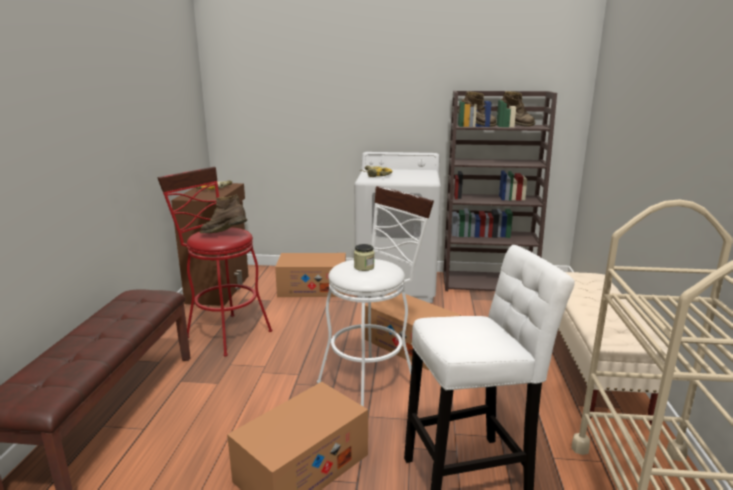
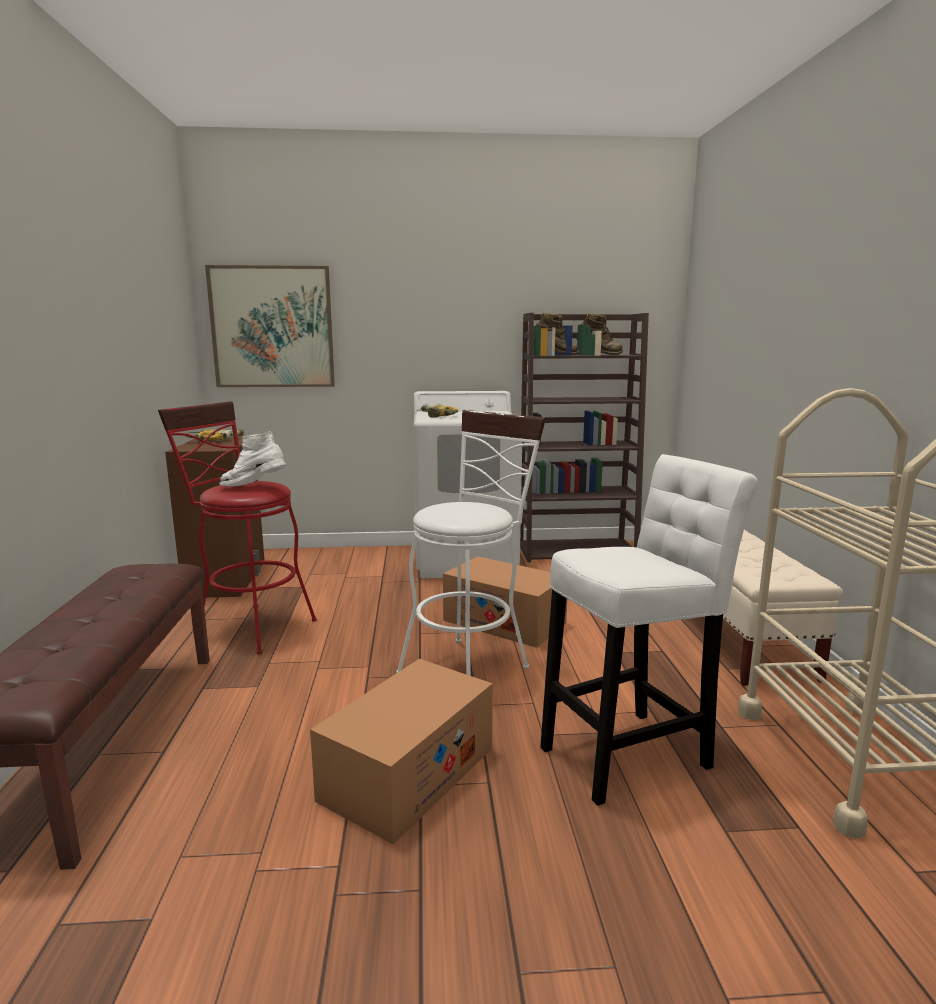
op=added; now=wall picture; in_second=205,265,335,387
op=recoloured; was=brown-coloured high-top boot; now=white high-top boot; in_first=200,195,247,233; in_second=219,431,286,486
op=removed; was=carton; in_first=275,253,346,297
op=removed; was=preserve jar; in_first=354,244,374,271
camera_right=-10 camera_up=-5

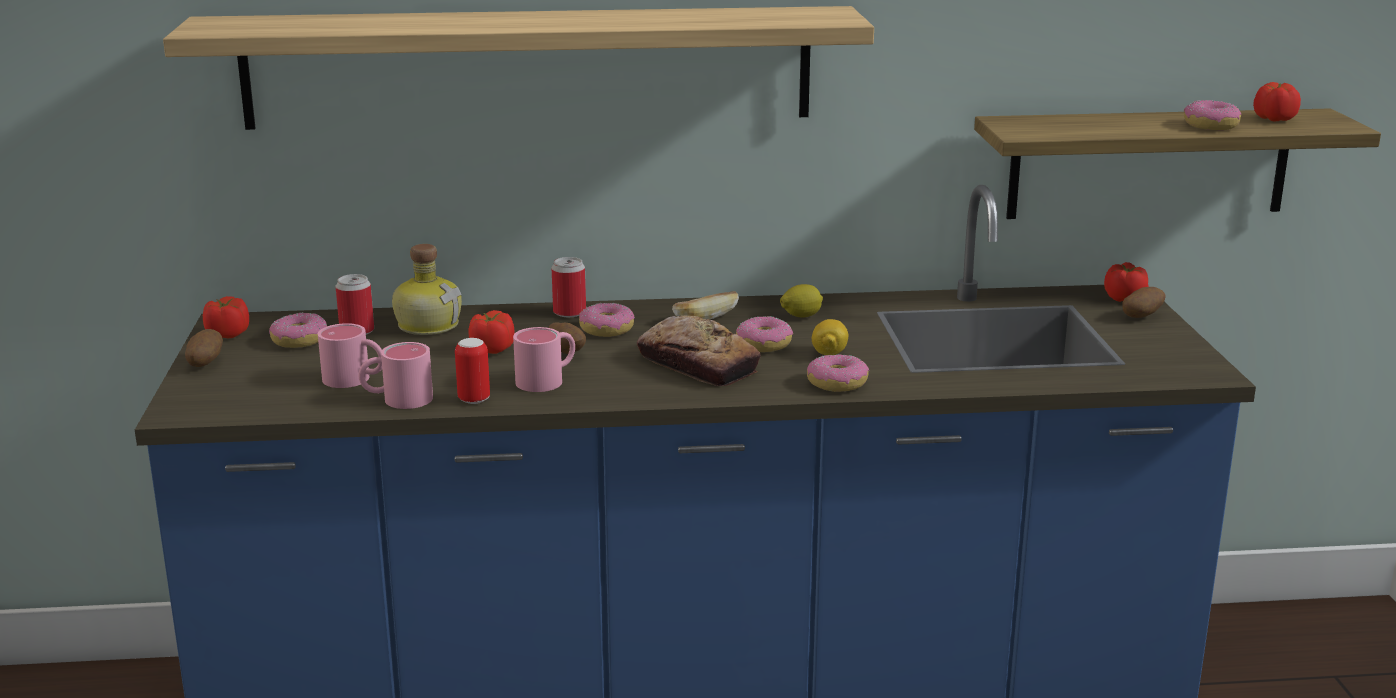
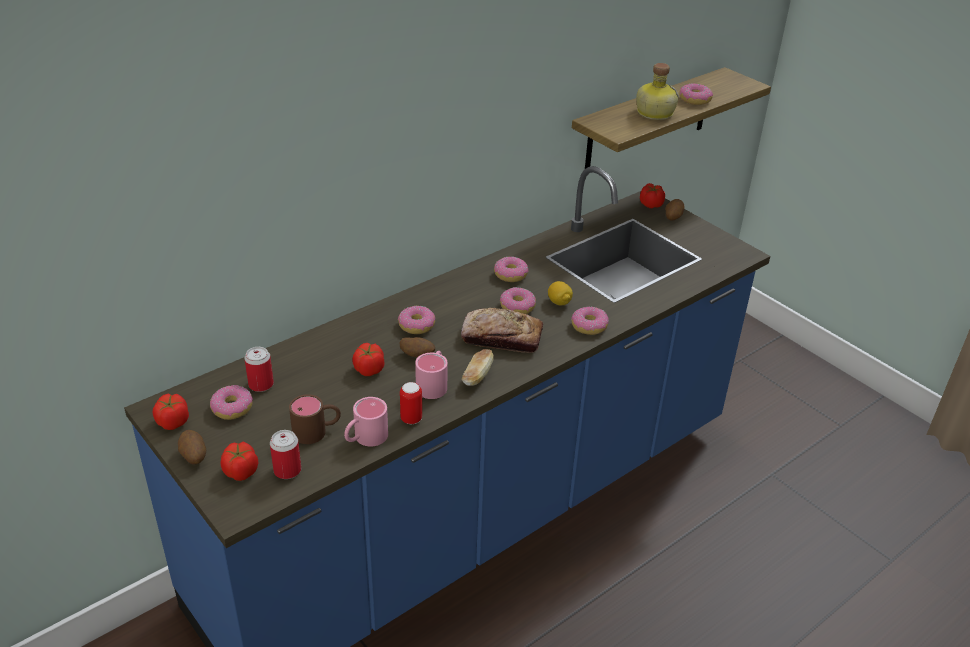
op=moved; was=whole tomato; in_first=1253,82,1301,121; in_second=220,442,258,481
op=moved; was=sealed can; in_first=552,257,586,317; in_second=270,430,301,479
op=recoloured; was=pinkish tea mug; now=brown-coloured tea mug; in_first=318,323,382,388; in_second=289,394,341,444
op=moved; was=bread; in_first=672,291,739,319; in_second=462,349,494,386
op=replaced; was=lemon; now=ring doughnut; in_first=780,284,823,318; in_second=494,256,528,282
op=moved; was=beverage bottle; in_first=392,244,462,335; in_second=636,63,679,120
op=removed; was=wall shelf; in_first=163,6,874,130
camera_right=-35 camera_up=15

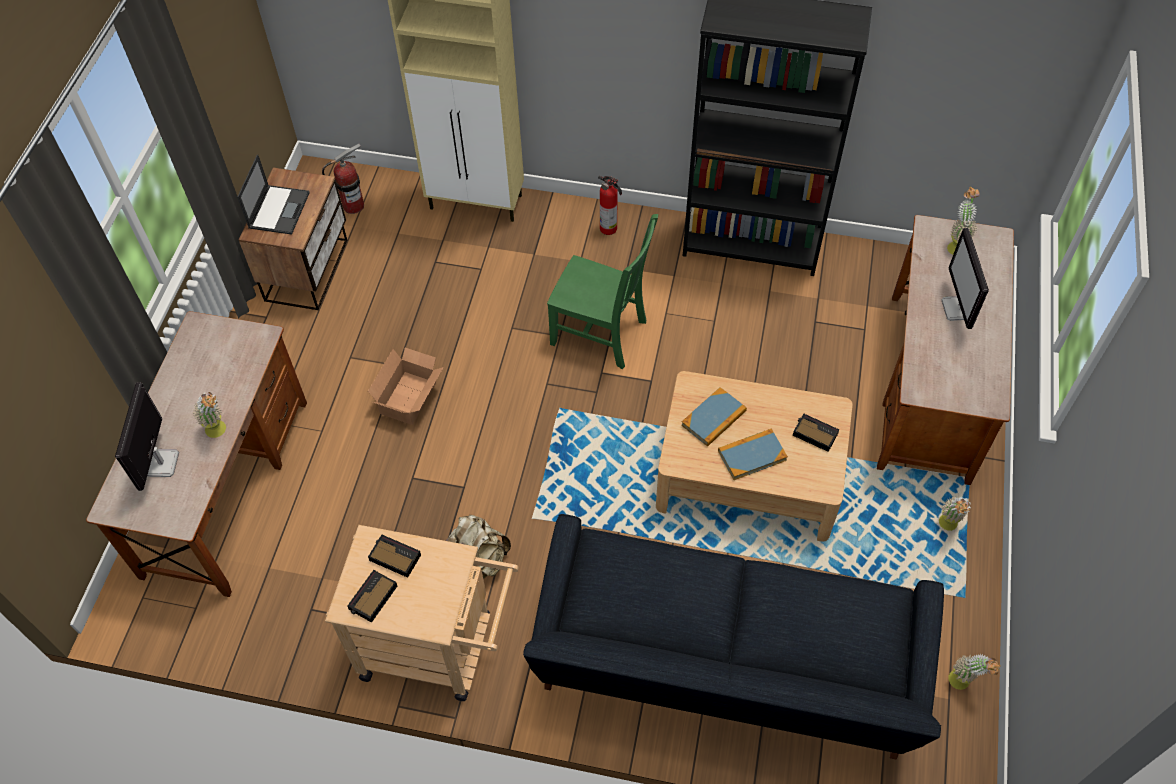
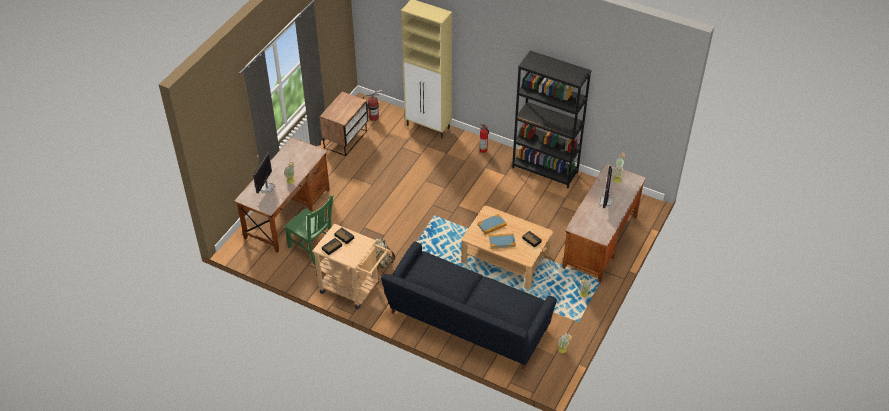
op=moved; was=green-coloured chair; in_first=547,214,658,369; in_second=285,195,333,265
op=removed; was=laptop; in_first=237,154,310,235
op=removed; was=carton; in_first=368,348,443,425
camera_right=15 camera_up=-10

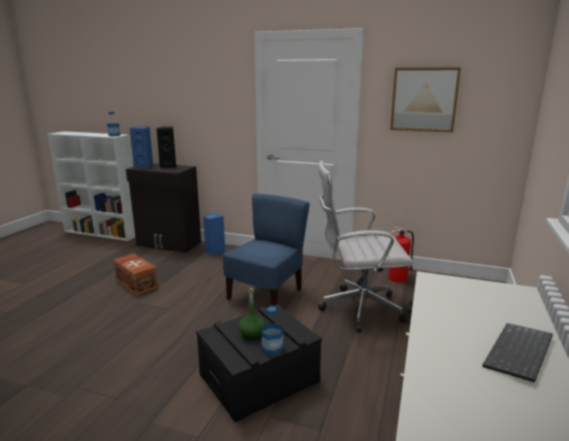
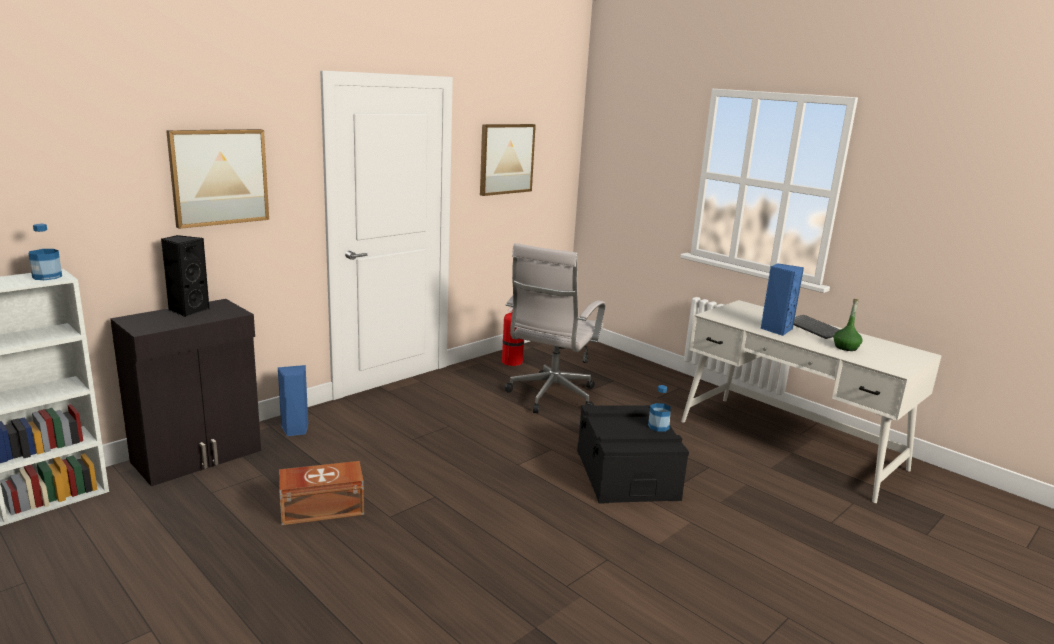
op=added; now=wall picture; in_second=166,129,269,229
op=moved; was=blue-coloured audio speaker; in_first=130,126,153,168; in_second=761,263,804,336
op=moved; was=green-coloured beverage bottle; in_first=239,288,265,340; in_second=833,299,863,351
op=removed; was=blue-coloured chair; in_first=223,194,310,306
camera_right=-65 camera_up=0

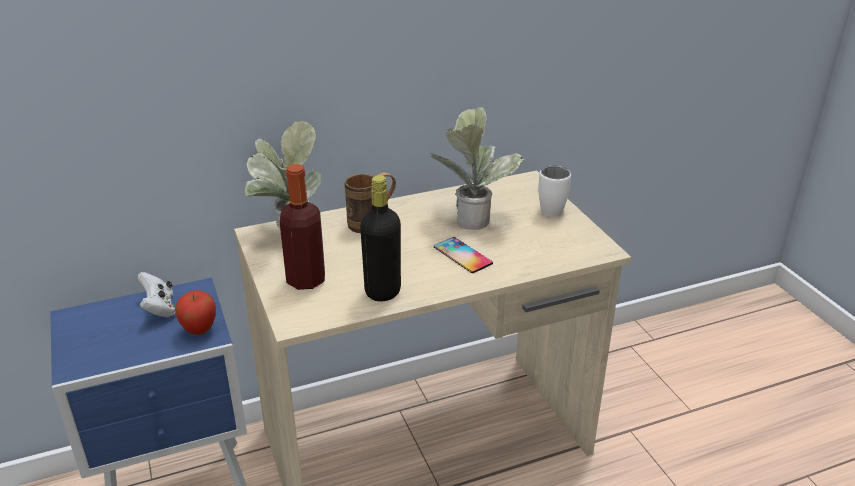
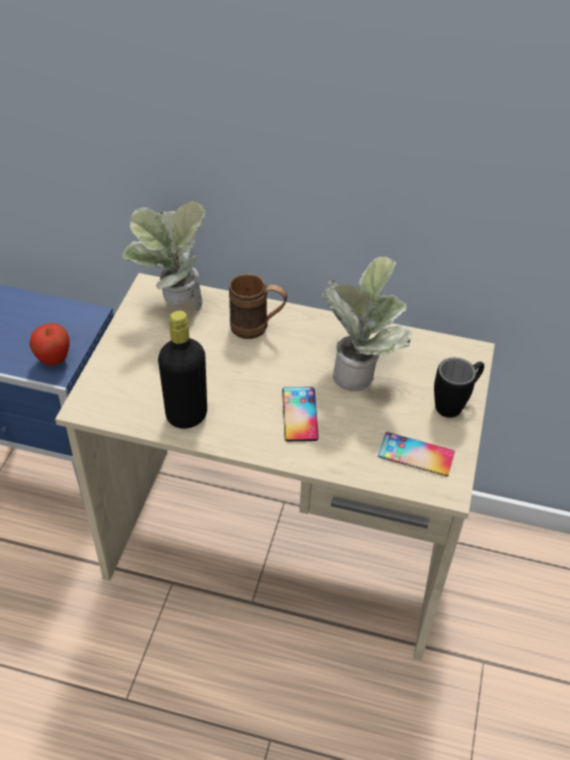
op=added; now=phone; in_second=378,432,455,476
op=recoloured; was=white tea mug; now=black tea mug; in_first=538,166,571,217; in_second=434,358,484,418
op=removed; was=white game controller; in_first=138,272,175,318
op=removed; was=beverage bottle; in_first=280,164,325,290
camera_right=35 camera_up=15

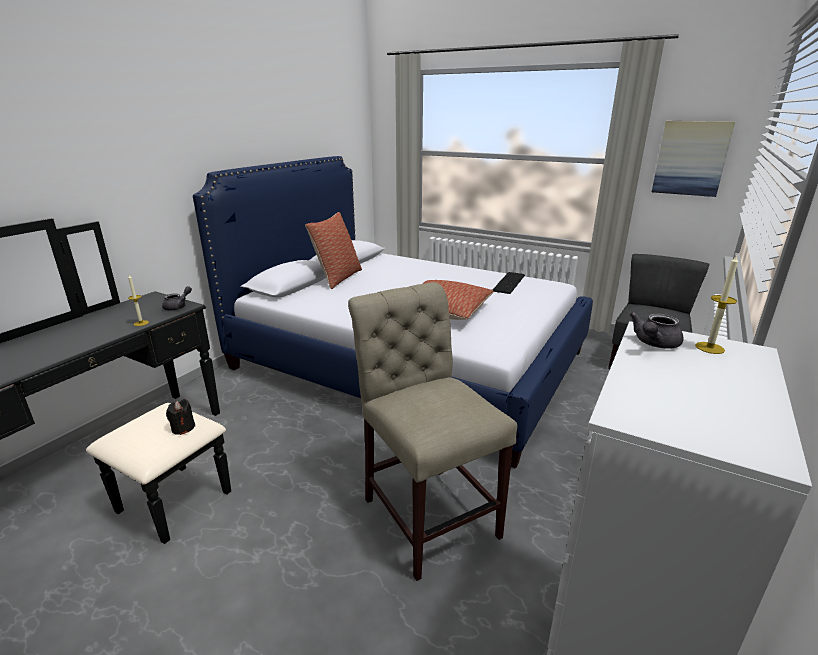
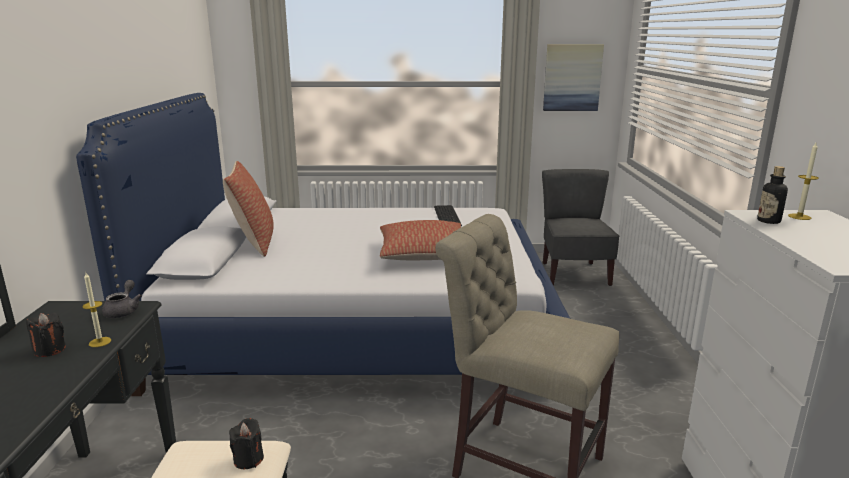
op=added; now=black wax light; in_second=26,312,66,357
op=replaced; was=grey pot for tea; now=beverage bottle; in_first=630,312,684,349; in_second=757,166,788,224
camera_right=-30 camera_up=-5

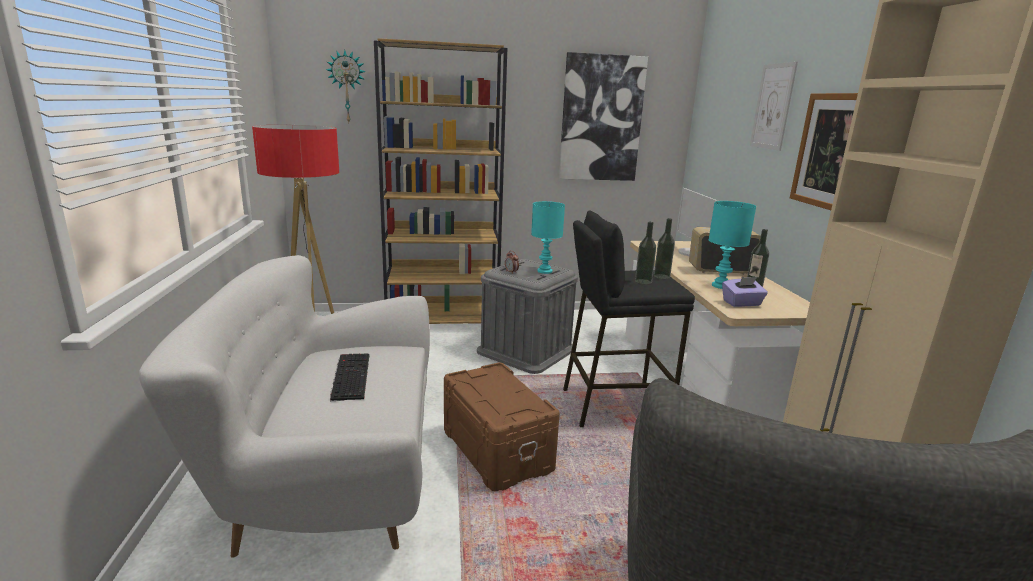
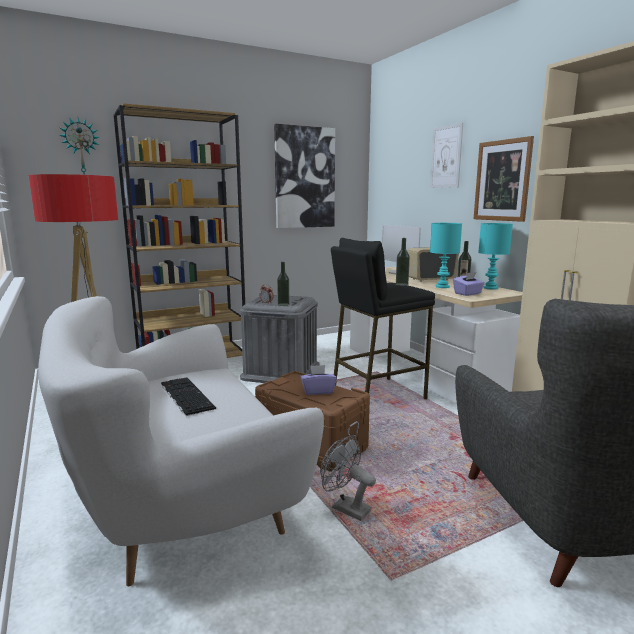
op=moved; was=beverage bottle; in_first=635,222,656,285; in_second=277,262,290,306
op=added; now=purplish tissue holder; in_second=300,365,337,395
op=added; now=grey fan; in_second=320,435,376,521
op=moved; was=blue-green table lamp; in_first=531,201,565,274; in_second=478,223,513,290
camera_right=-20 camera_up=-5

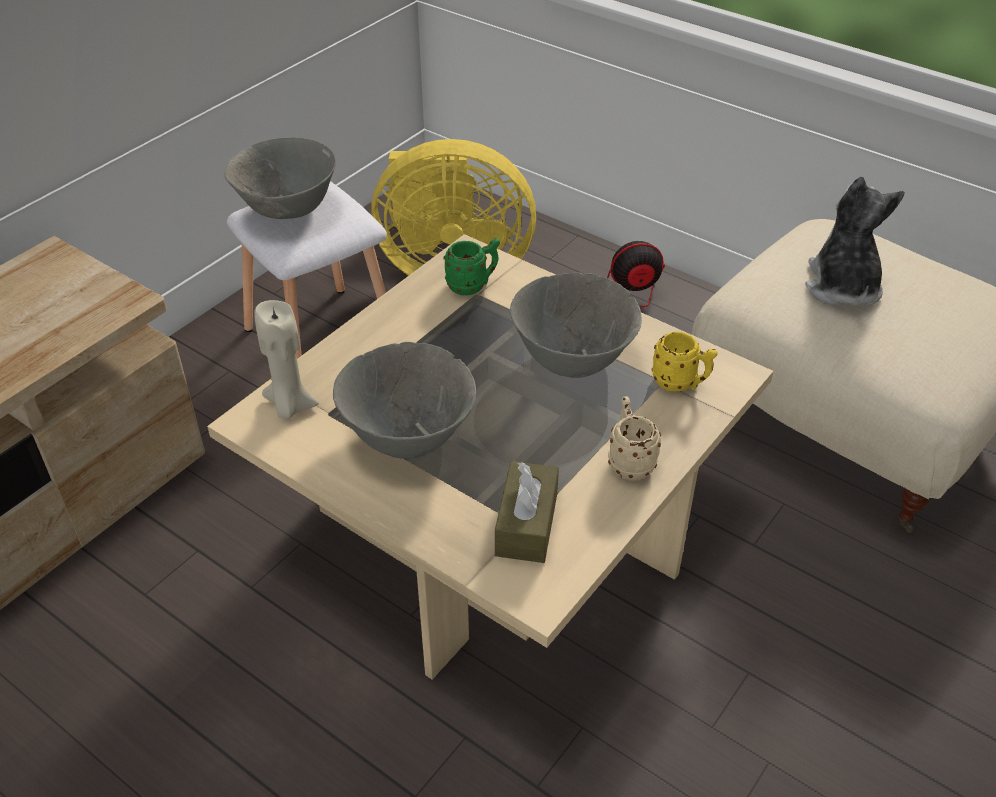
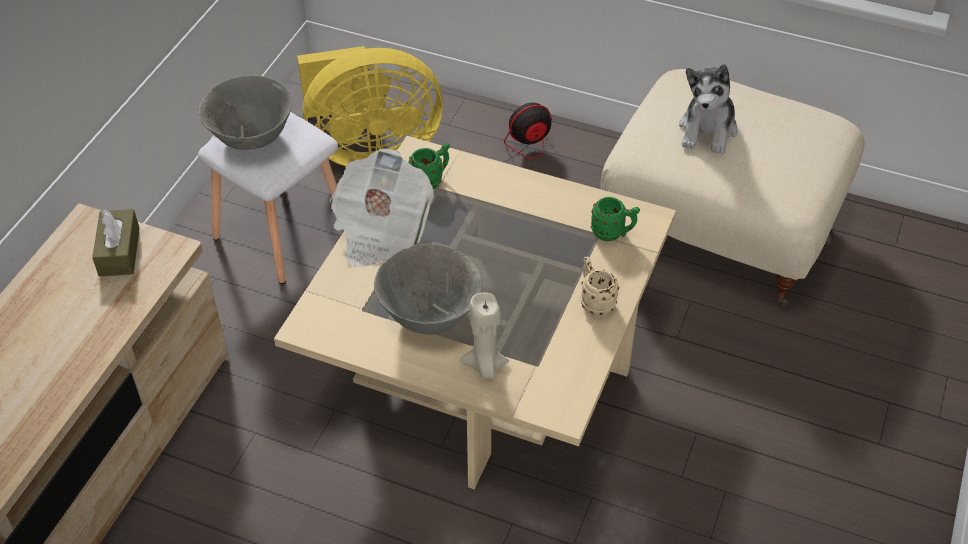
op=moved; was=brown-coloured tissue holder; in_first=495,461,559,563; in_second=92,209,139,277
op=added; now=newspaper; in_second=330,149,434,267
op=moved; was=sand-coloured wax light; in_first=254,300,319,419; in_second=461,293,509,379
op=recoloured; was=yellow-coloured tea mug; now=green-coloured tea mug; in_first=652,331,718,392; in_second=591,197,640,241
op=turned; was=plush toy; in_first=805,176,905,305; in_second=679,64,737,155; clockwise=-150
op=removed; was=grey deep dish; in_first=510,273,642,378
camera_right=-15 camera_up=5

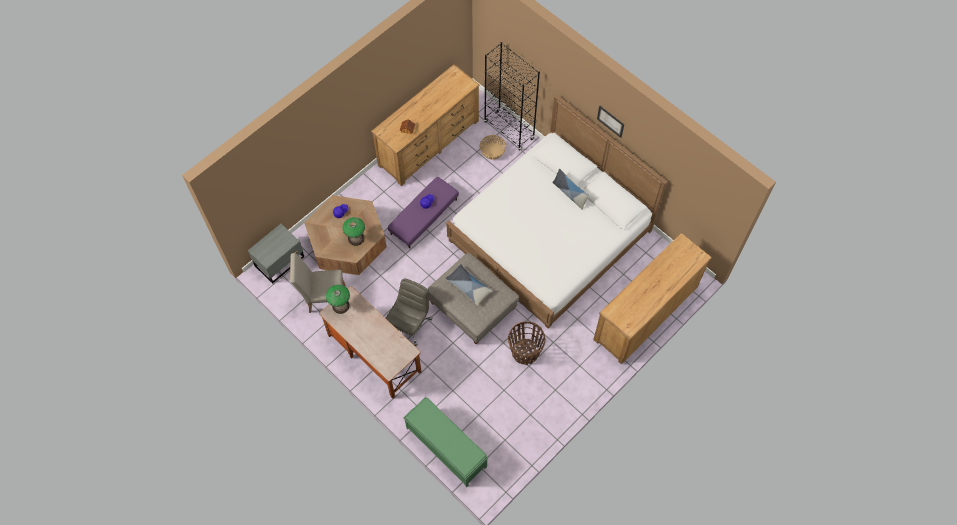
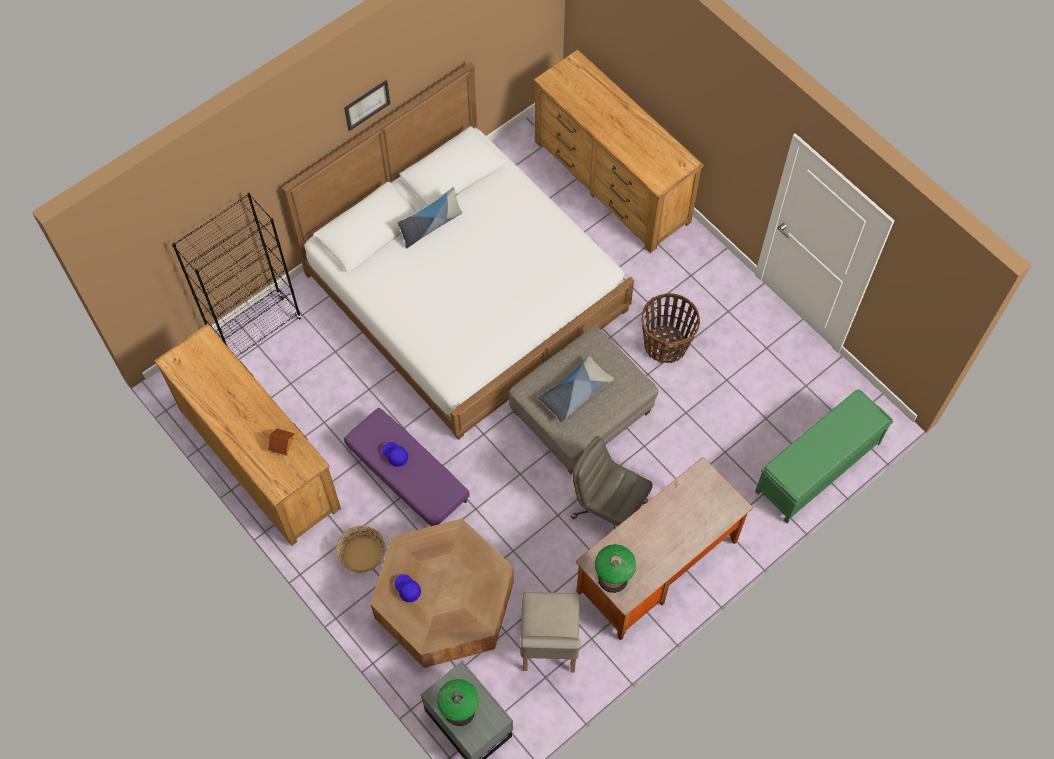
op=moved; was=household basket; in_first=480,135,506,160; in_second=336,525,385,573
op=moved; was=table lamp; in_first=342,217,365,246; in_second=437,679,479,726
camera_right=-85 camera_up=0

